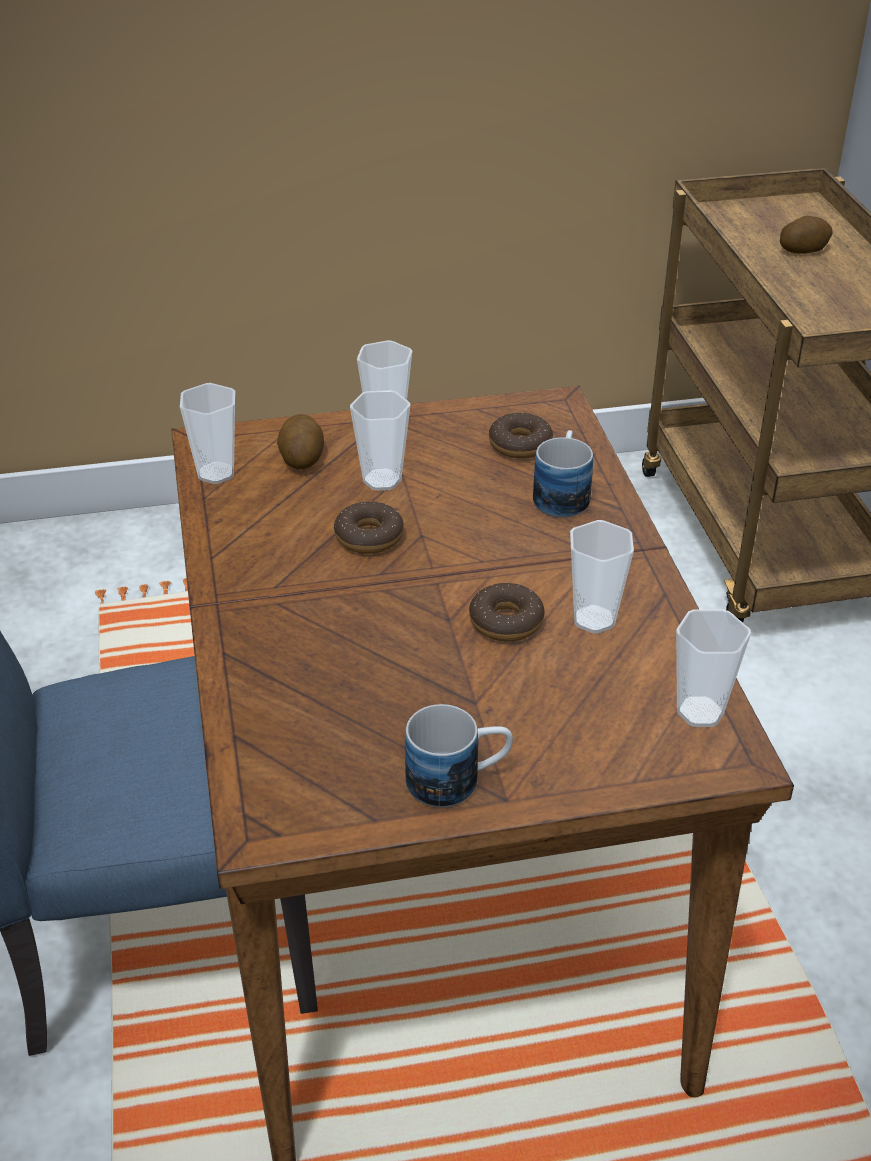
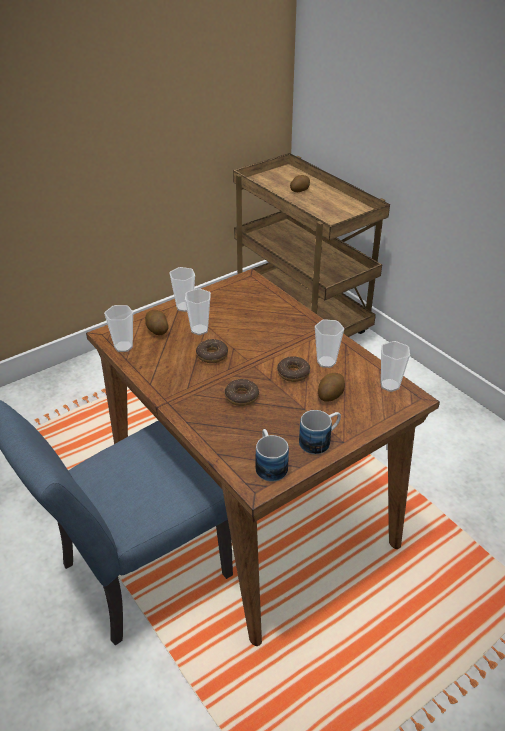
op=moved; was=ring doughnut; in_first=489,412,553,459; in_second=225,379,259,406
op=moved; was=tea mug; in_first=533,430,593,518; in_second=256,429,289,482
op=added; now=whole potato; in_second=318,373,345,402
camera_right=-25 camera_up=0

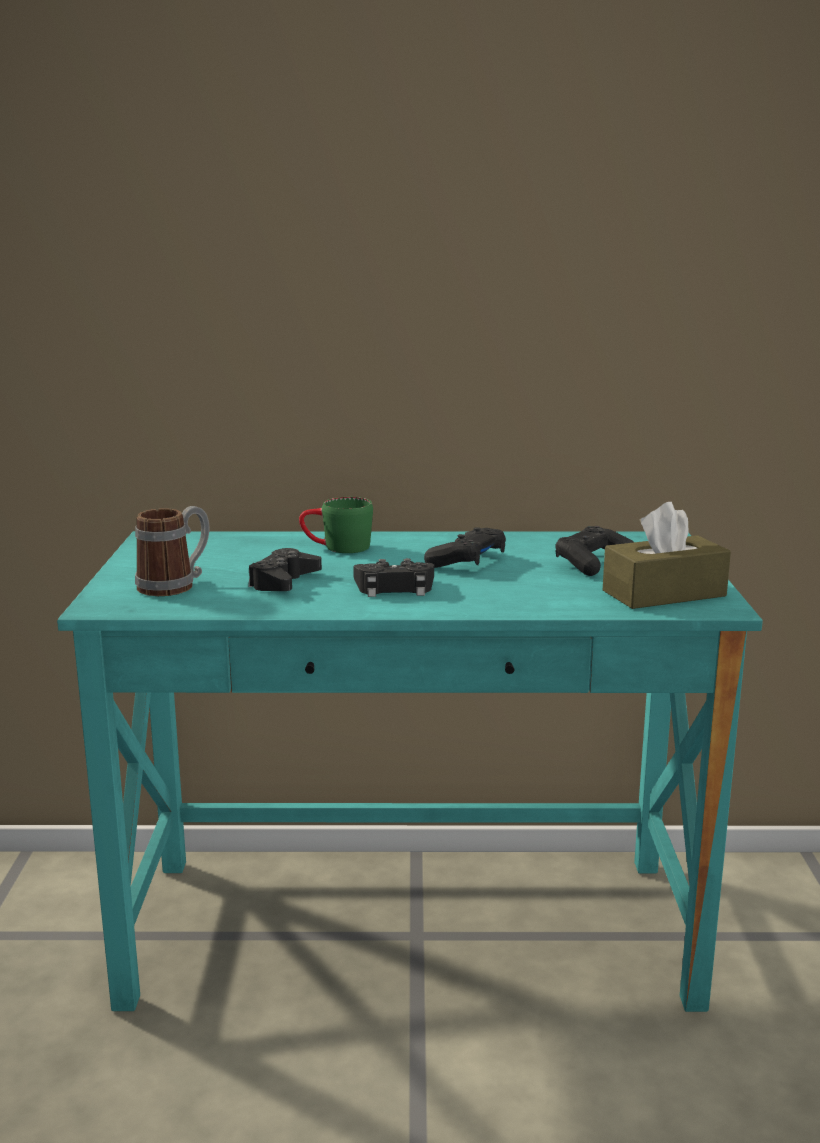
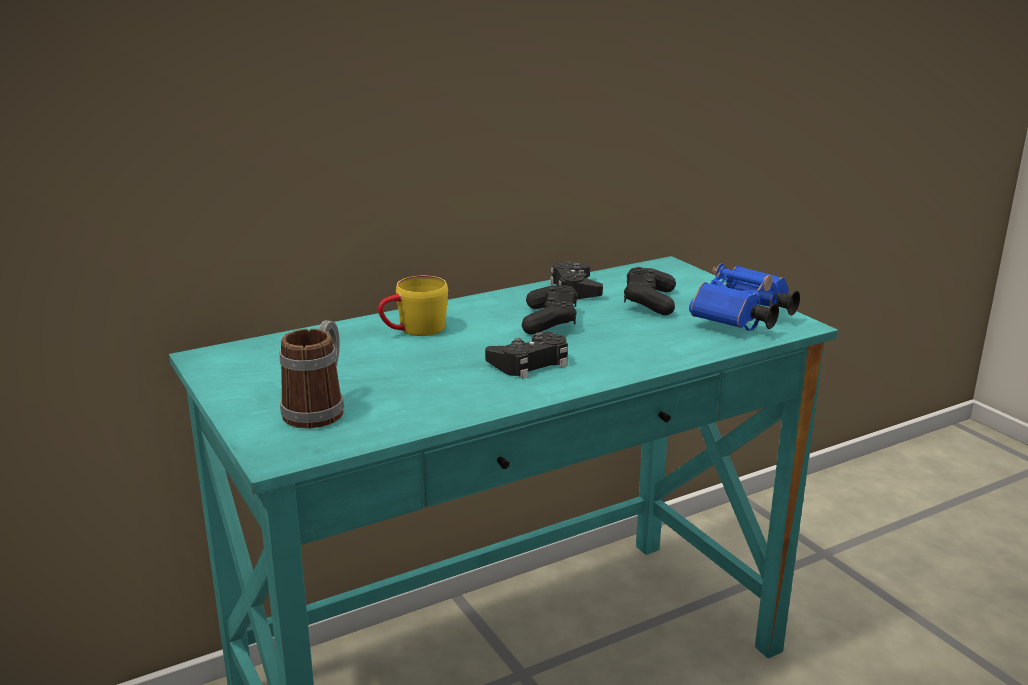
op=recoloured; was=green-coloured tea mug; now=yellow-coloured tea mug; in_first=299,497,373,553; in_second=378,276,448,336
op=moved; was=black game controller; in_first=248,548,322,591; in_second=550,261,603,299
op=replaced; was=brown-coloured tissue holder; now=blue-coloured binoculars; in_first=603,502,731,609; in_second=689,263,800,331
camera_right=-30 camera_up=5

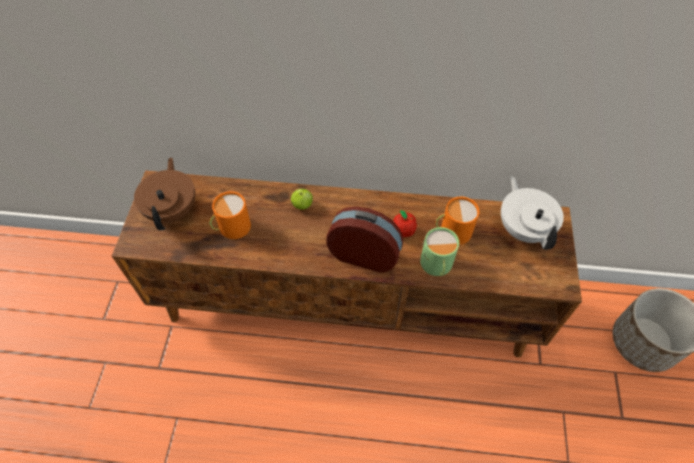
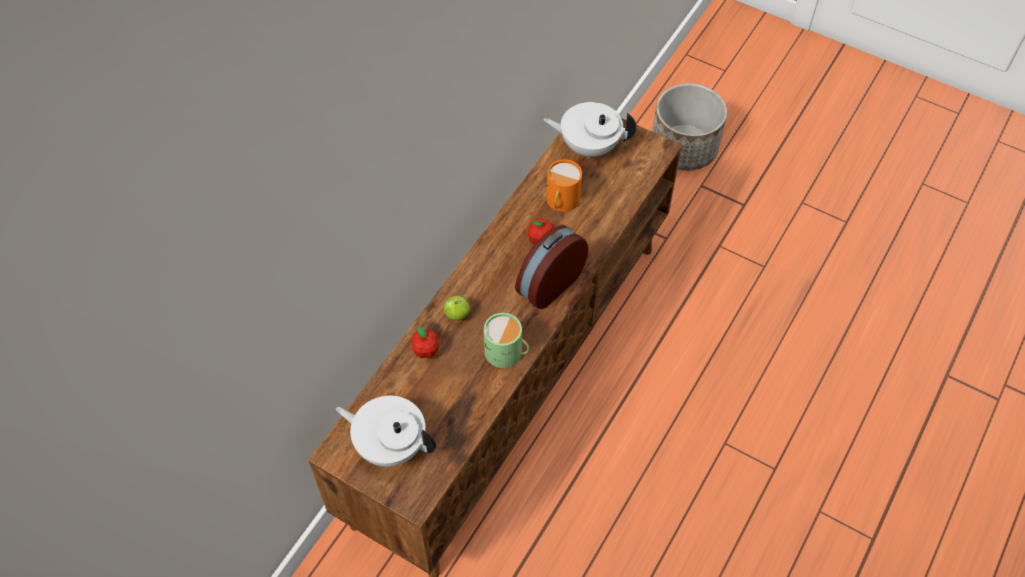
op=recoloured; was=brown-coloured pot for tea; now=white pot for tea; in_first=134,157,195,230; in_second=335,396,436,467
op=added; now=apple fruit; in_second=412,327,438,358
op=moved; was=green-coloured tea mug; in_first=420,227,459,276; in_second=484,313,530,368
op=removed; was=orange-coloured tea mug; in_first=209,191,251,239
camera_right=-65 camera_up=0

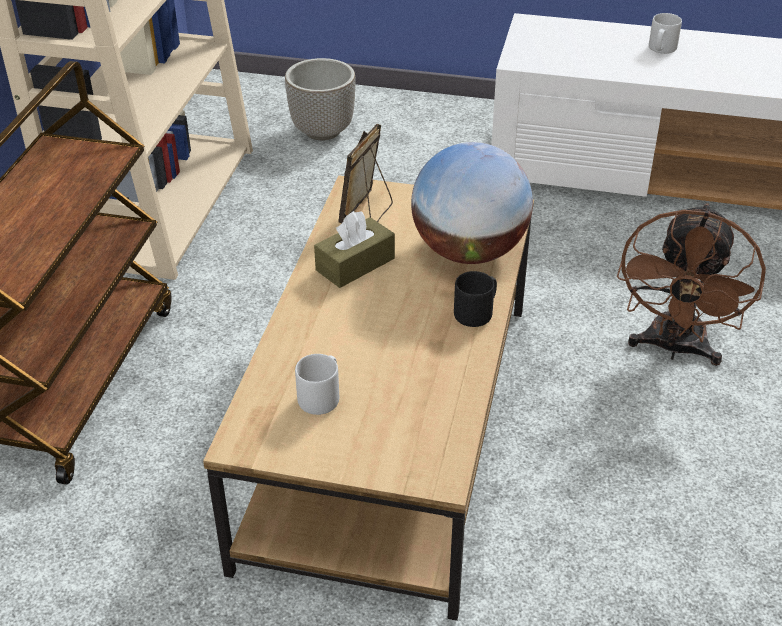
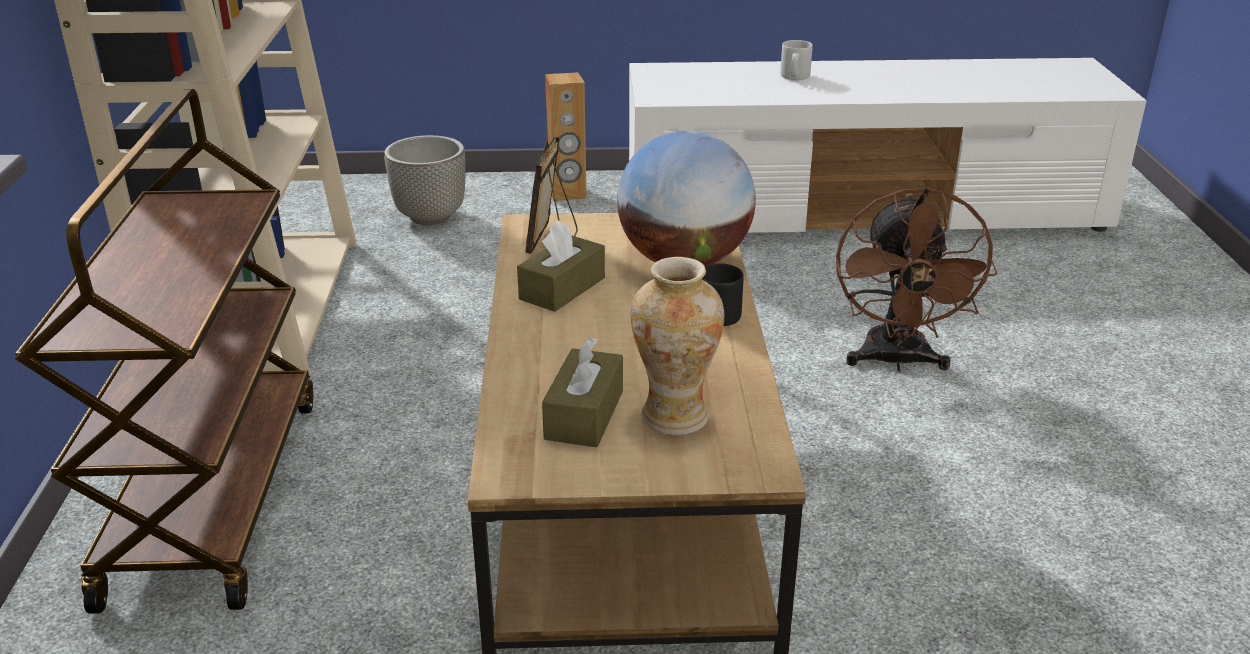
op=replaced; was=grey tea mug; now=brown-coloured tissue holder; in_first=295,354,339,415; in_second=542,337,623,447
op=added; now=brown-coloured audio speaker; in_second=545,72,587,201
op=added; now=vase; in_second=631,257,724,435
camera_right=-15 camera_up=-10

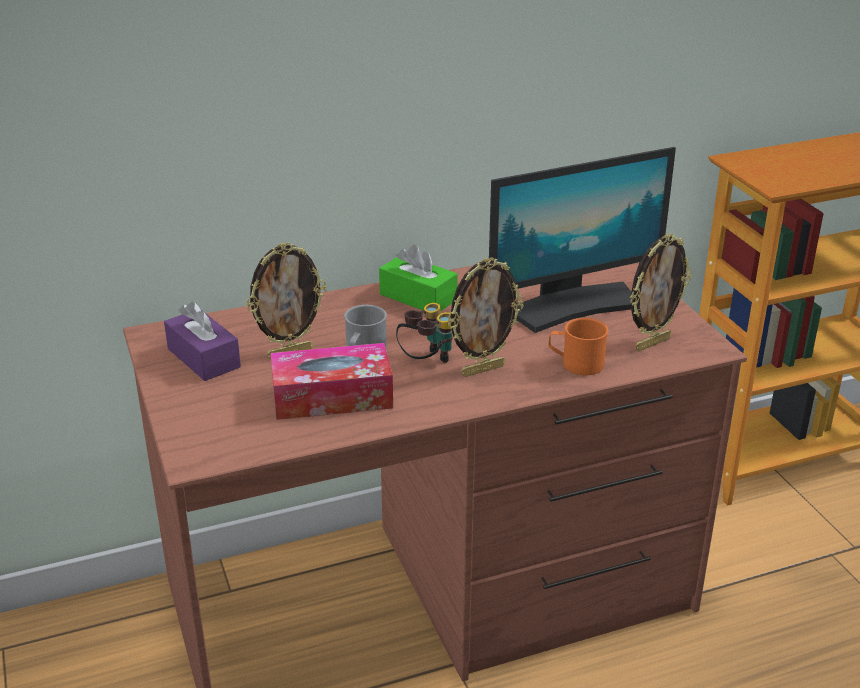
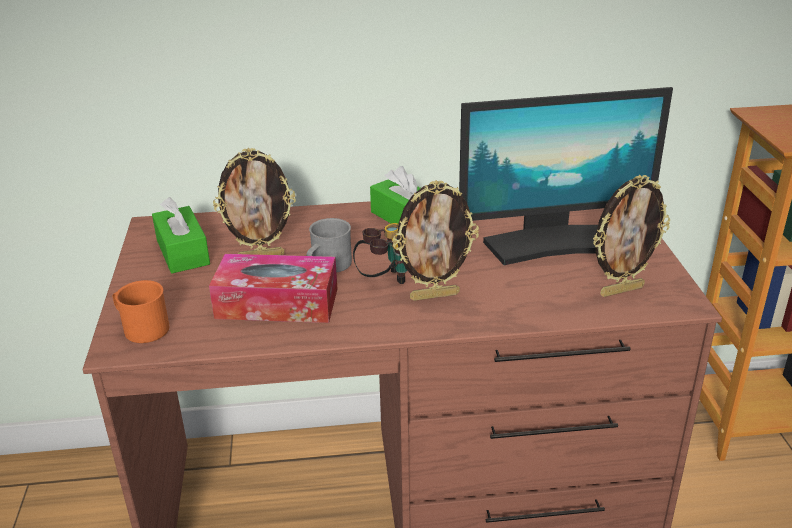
op=moved; was=orange-coloured tea mug; in_first=549,318,608,375; in_second=113,280,169,343
op=recoloured; was=purplish tissue holder; now=green-coloured tissue holder; in_first=164,301,241,381; in_second=152,197,210,273
camera_right=15 camera_up=0

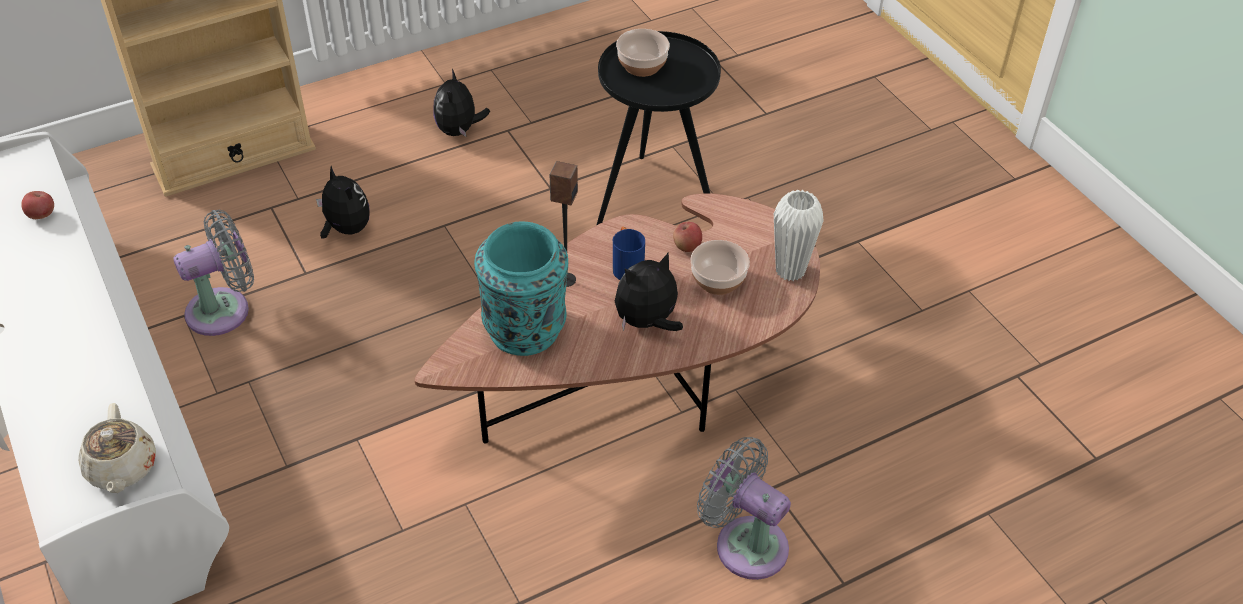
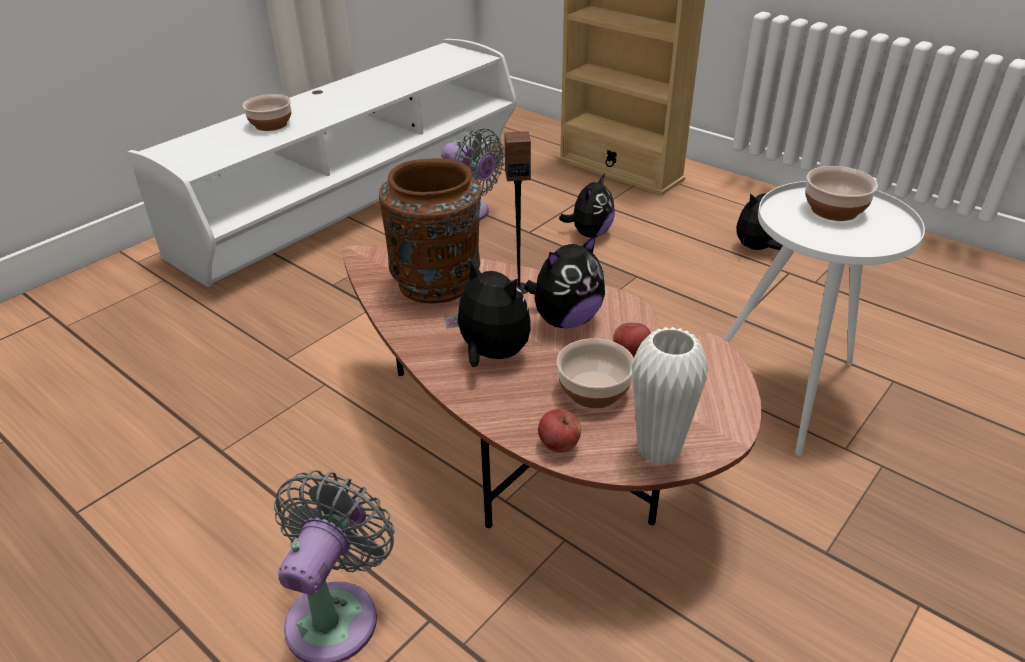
op=added; now=deep dish; in_second=242,94,291,131
op=recoloured; was=blue-green vase; now=brown-coloured vase; in_first=474,221,568,356; in_second=379,158,481,303
op=replaced; was=blue-coloured tea mug; now=plush toy; in_first=613,227,645,280; in_second=524,234,605,328
op=moved; was=apple fruit; in_first=21,191,54,219; in_second=538,409,581,453
op=recoloured; was=black side table; now=white side table; in_first=597,31,721,225; in_second=724,181,925,456
op=removed; was=sand-coloured pot for tea; in_first=78,403,156,493
camera_right=70 camera_up=-10

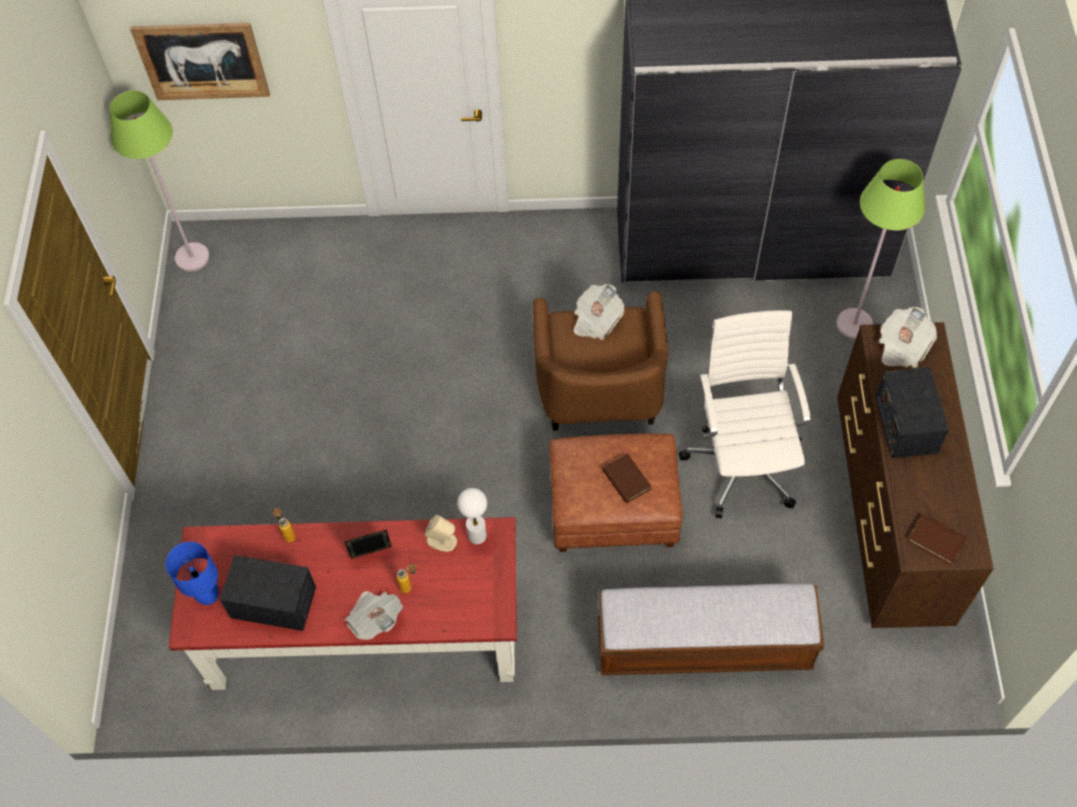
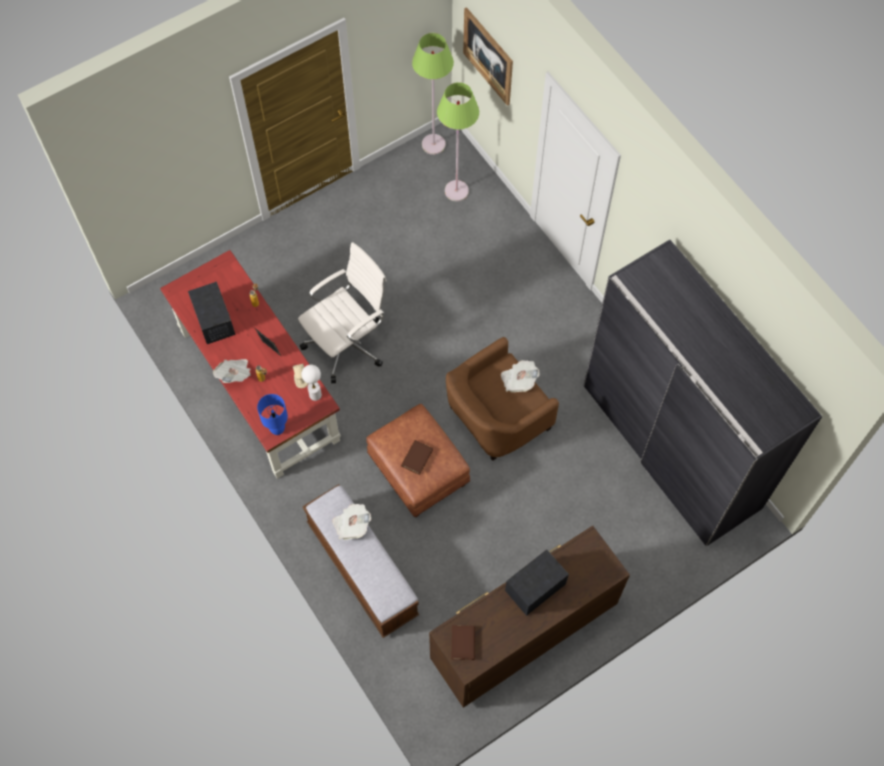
op=moved; was=blue-coloured table lamp; in_first=165,542,219,605; in_second=257,394,288,435
op=moved; was=white desk chair; in_first=679,310,810,518; in_second=298,242,387,383
op=moved; was=newspaper; in_first=879,307,937,368; in_second=332,504,371,540
op=moved; was=green-coloured standing lamp; in_first=837,159,925,339; in_second=437,82,479,202
camera_right=55 camera_up=5

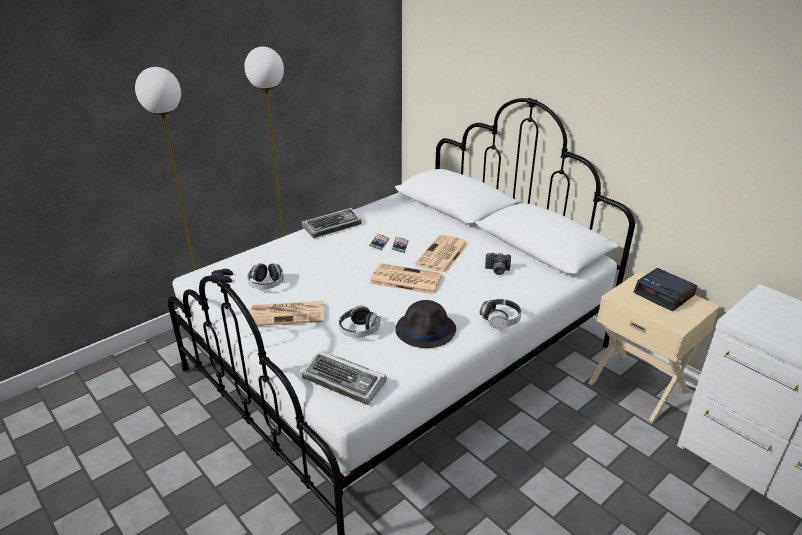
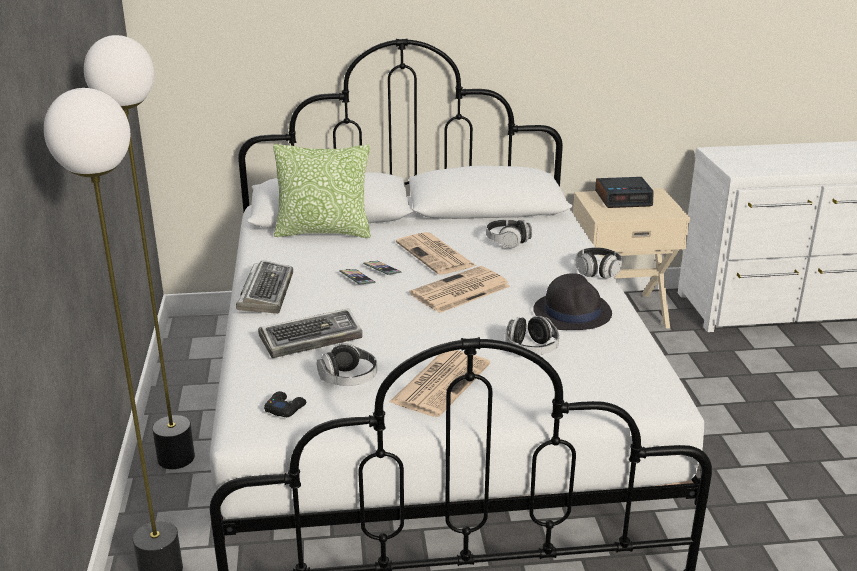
op=moved; was=computer keyboard; in_first=302,351,387,405; in_second=258,308,363,358
op=added; now=pillow; in_second=273,144,371,238
op=replaced; was=still camera; now=headphones; in_first=485,252,511,275; in_second=486,220,532,248
camera_right=-55 camera_up=-5

